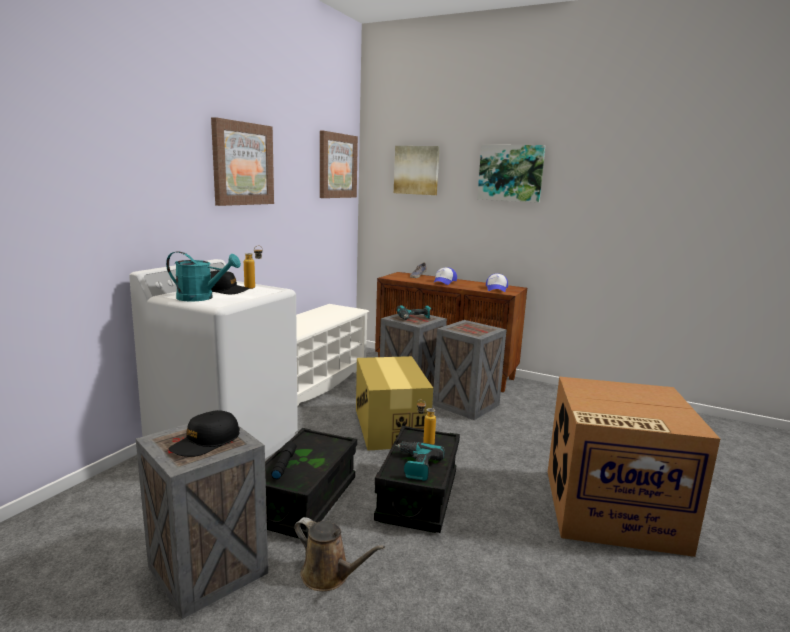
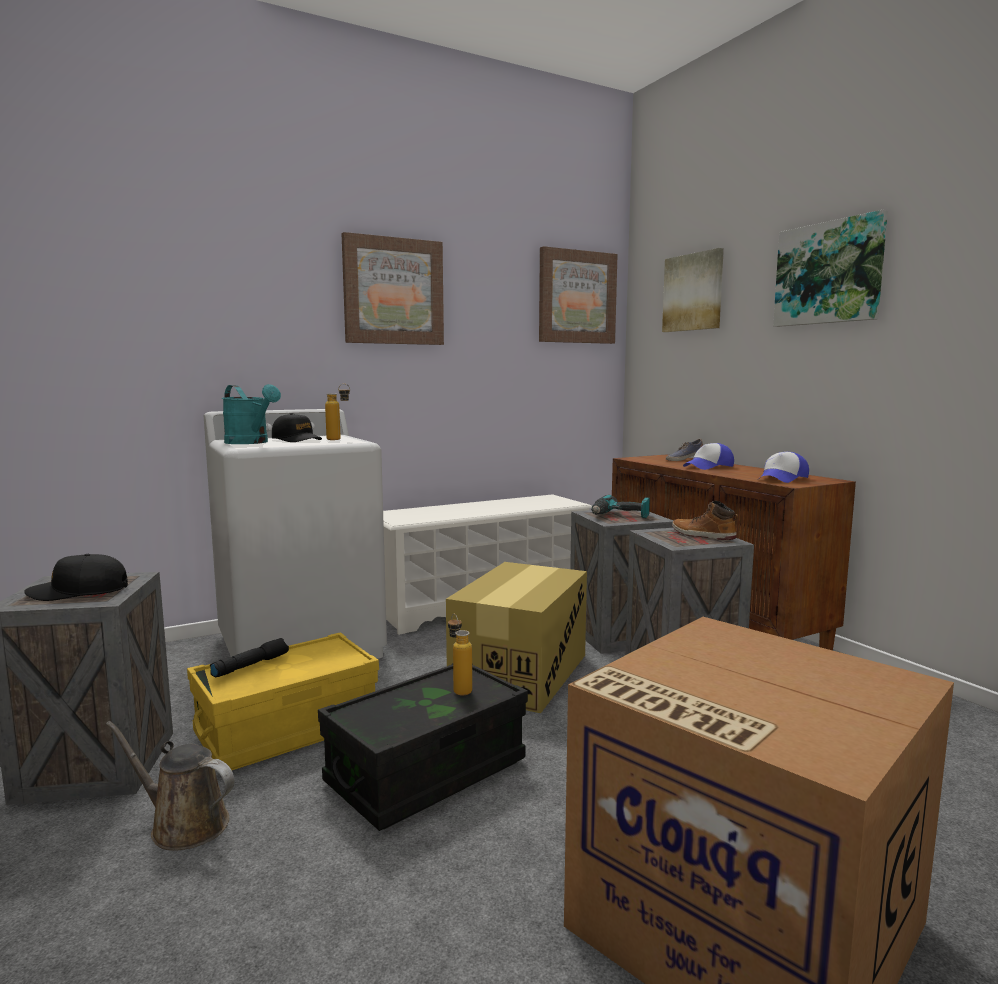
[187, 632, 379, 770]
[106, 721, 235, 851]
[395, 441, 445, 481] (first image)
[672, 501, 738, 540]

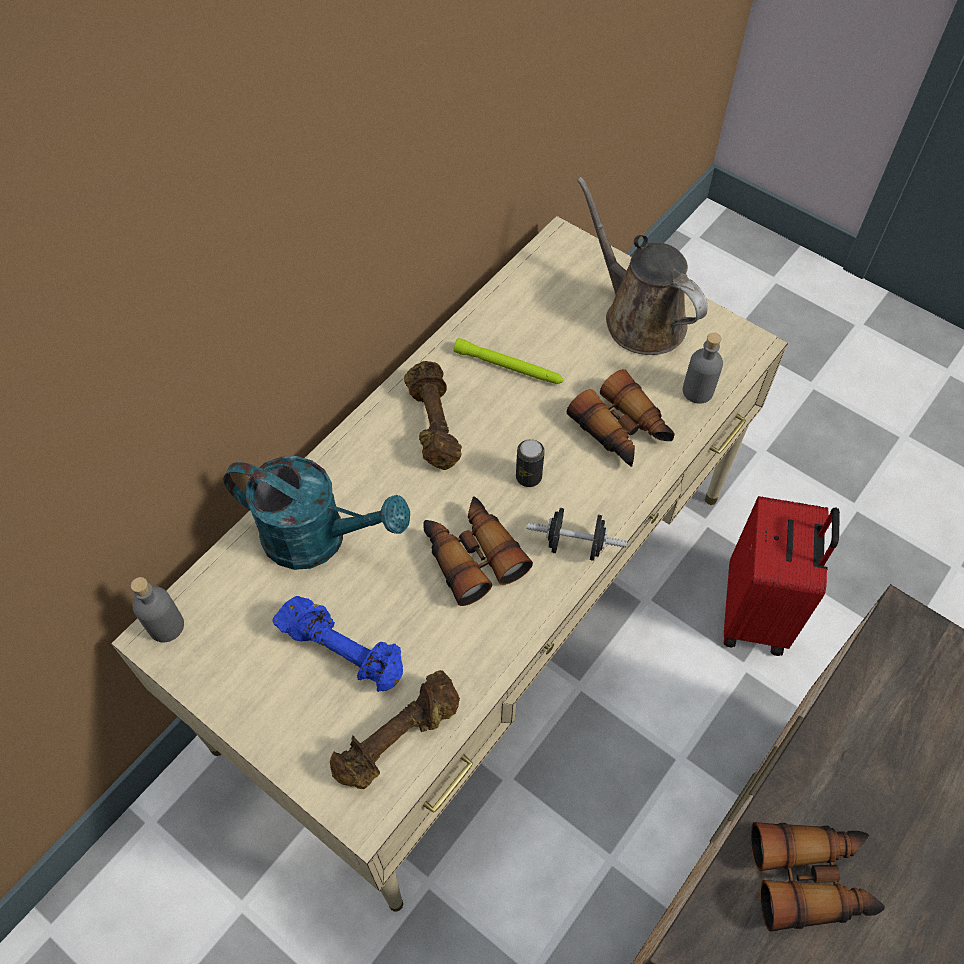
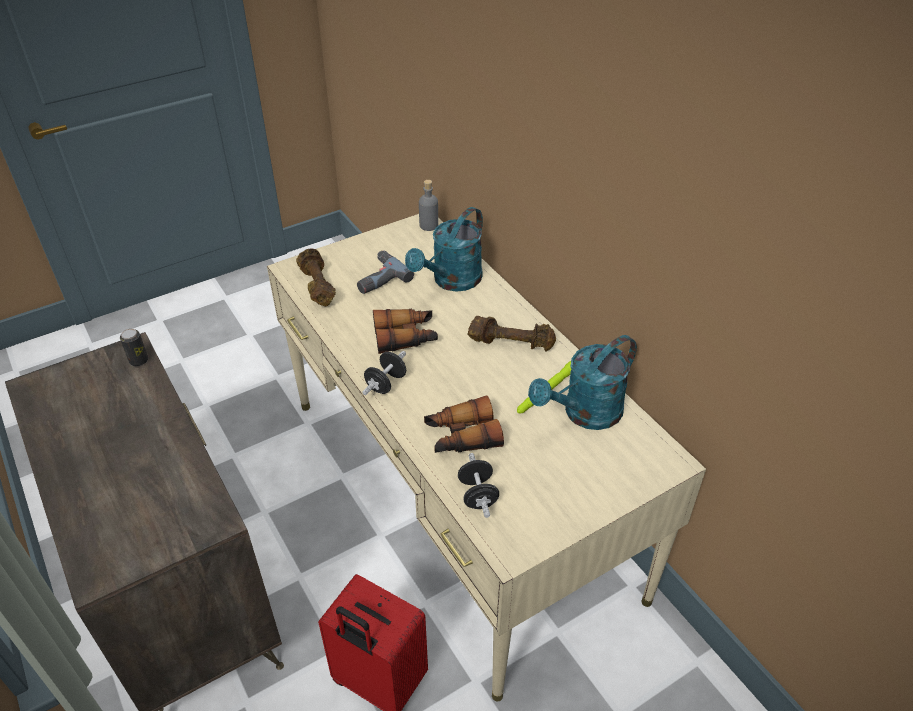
[357, 250, 414, 294]
[120, 329, 148, 366]
[577, 176, 707, 355] (first image)
[458, 453, 499, 518]
[751, 822, 885, 932] (first image)
[528, 335, 637, 430]

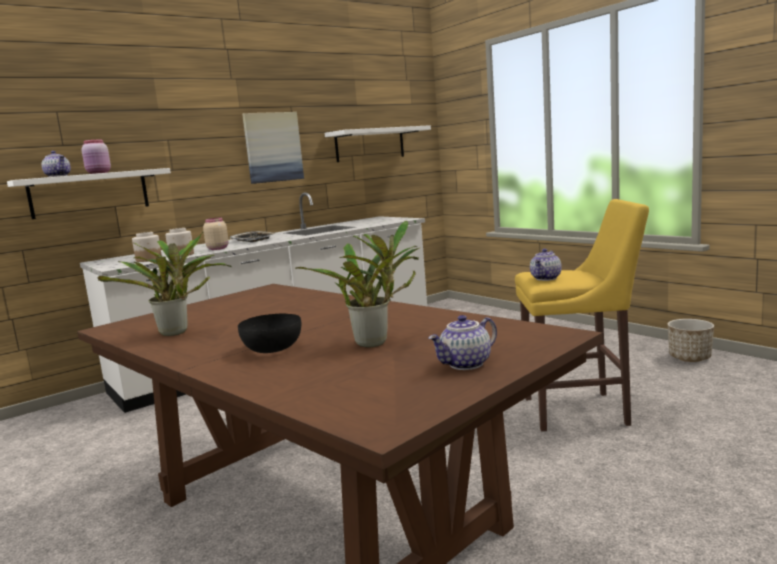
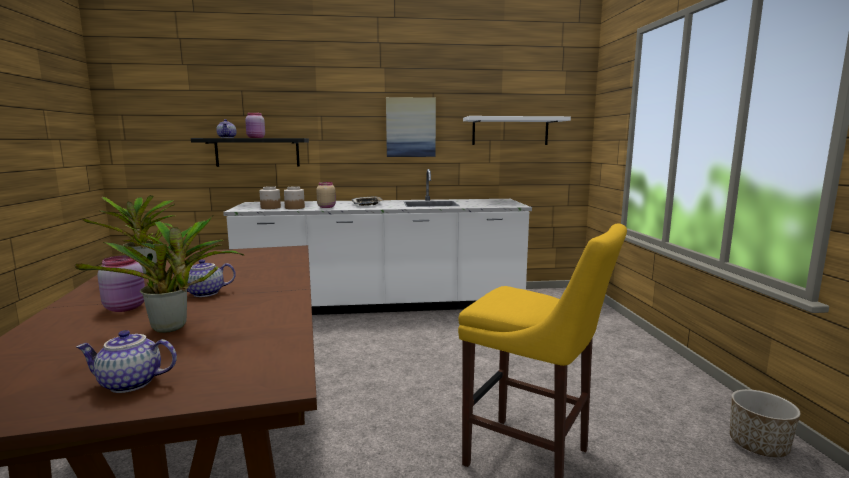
[191, 138, 309, 167]
[97, 255, 145, 312]
[173, 259, 236, 297]

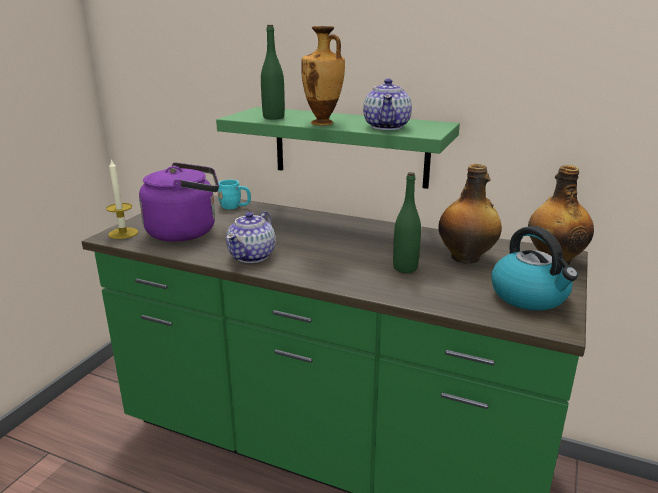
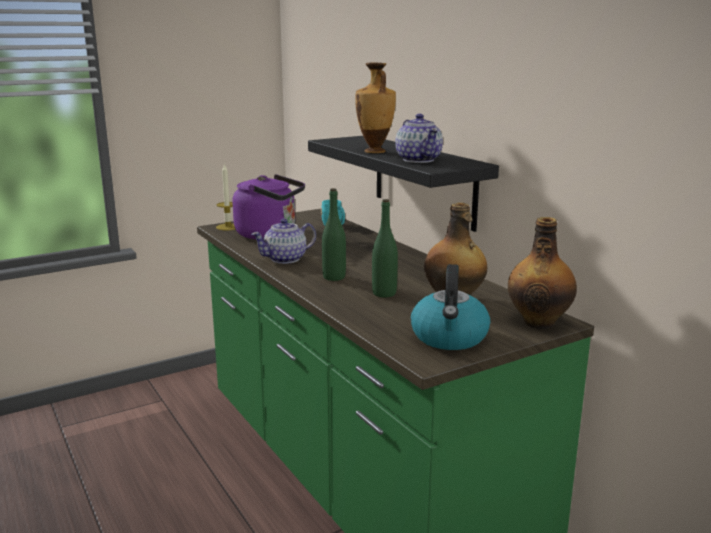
[308, 136, 499, 232]
[322, 188, 346, 281]
[395, 114, 443, 163]

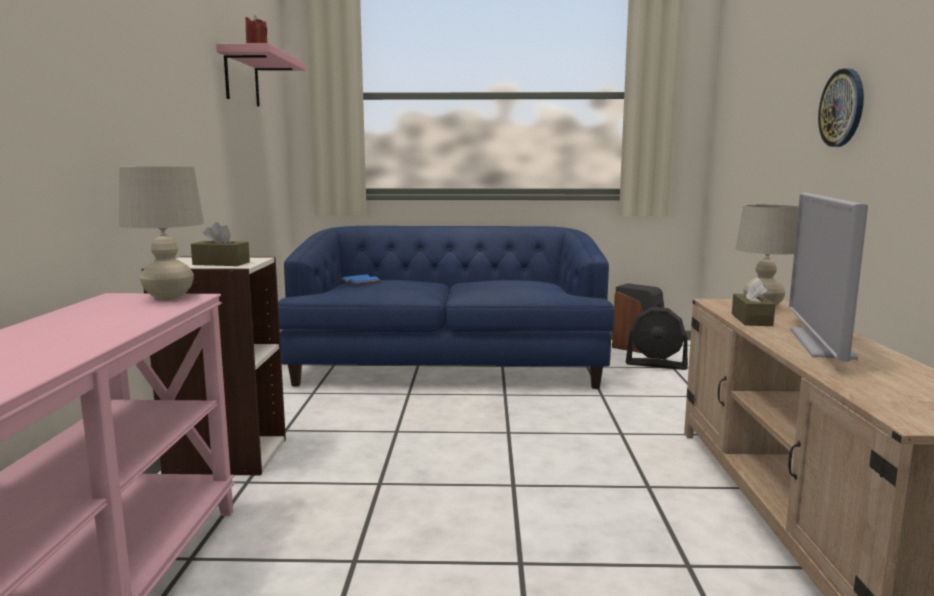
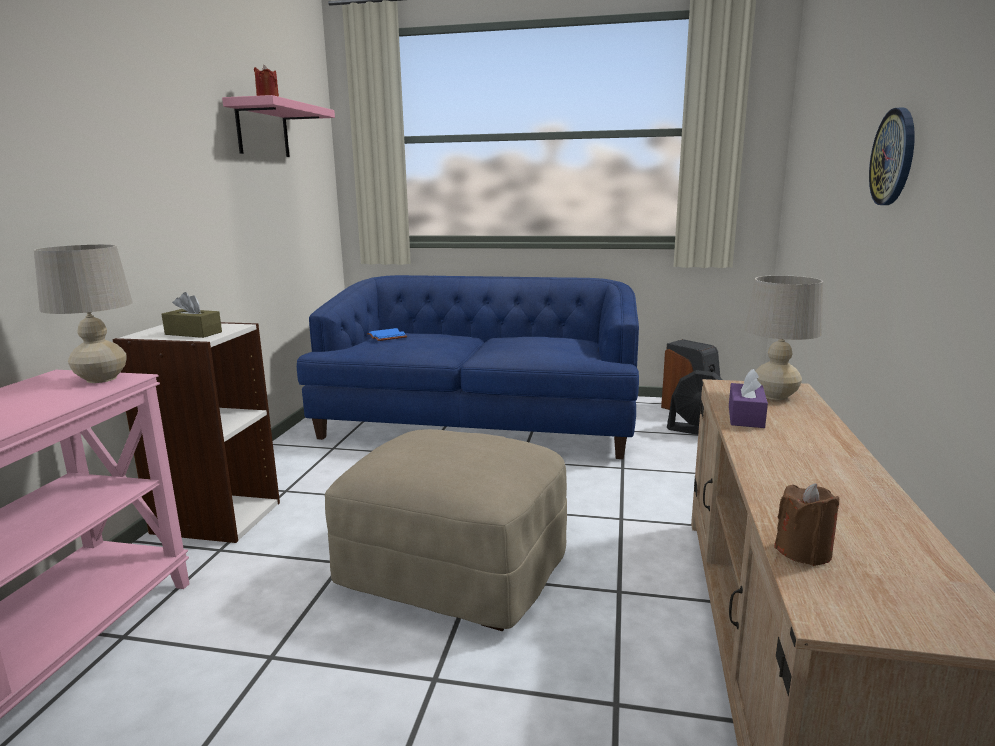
[729, 369, 768, 428]
[789, 193, 868, 362] (first image)
[325, 429, 567, 631]
[774, 483, 840, 566]

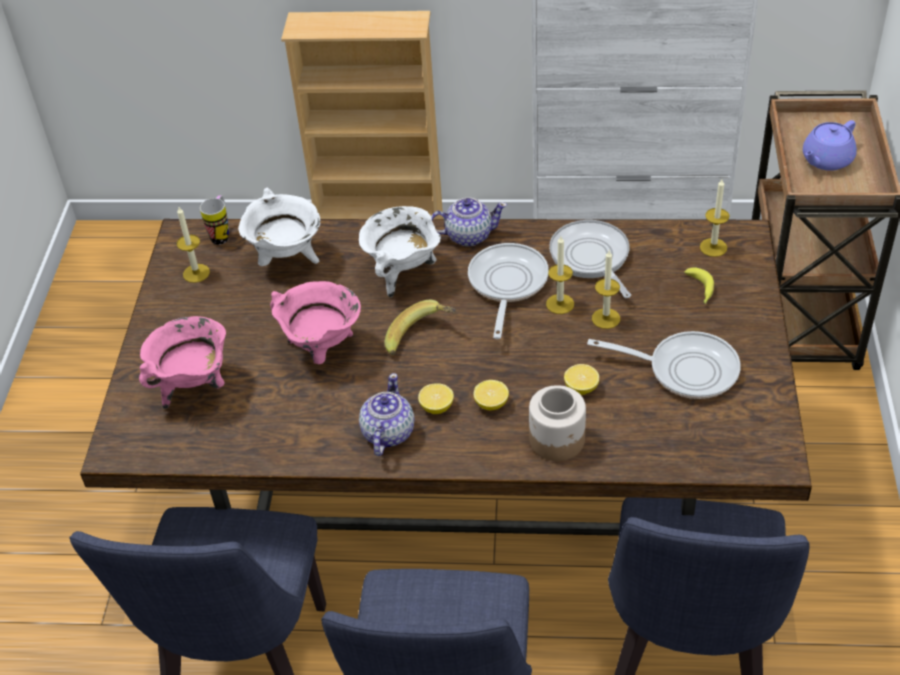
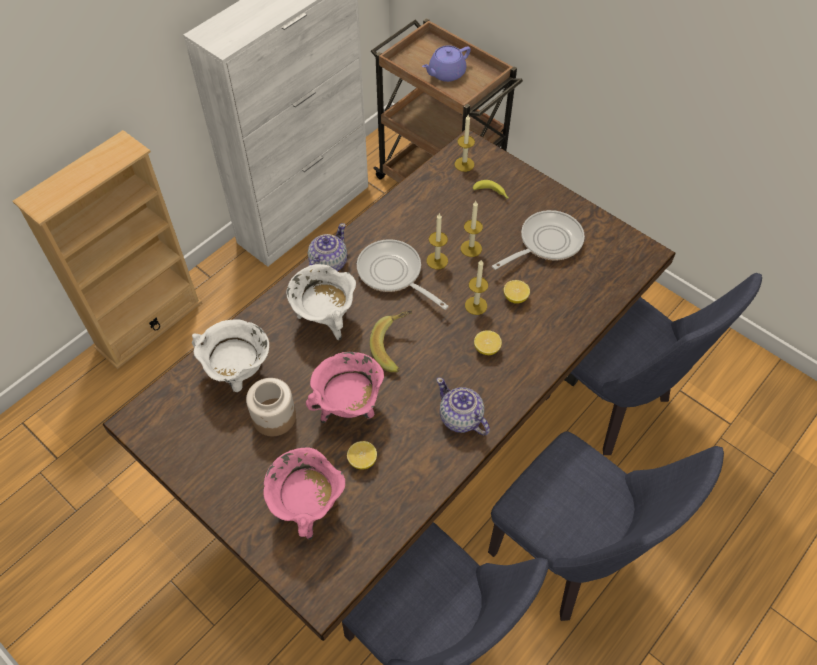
[465, 259, 488, 315]
[200, 195, 229, 245] (first image)
[347, 441, 377, 469]
[246, 378, 296, 436]
[549, 220, 631, 298] (first image)
[422, 45, 471, 82]

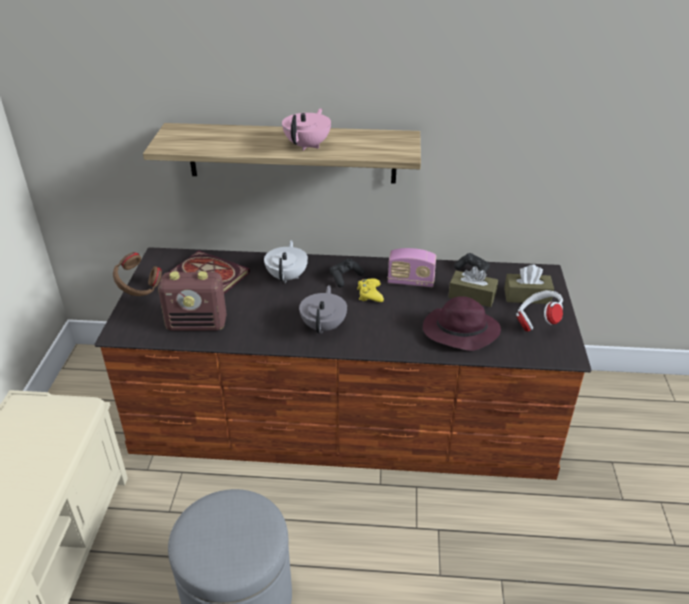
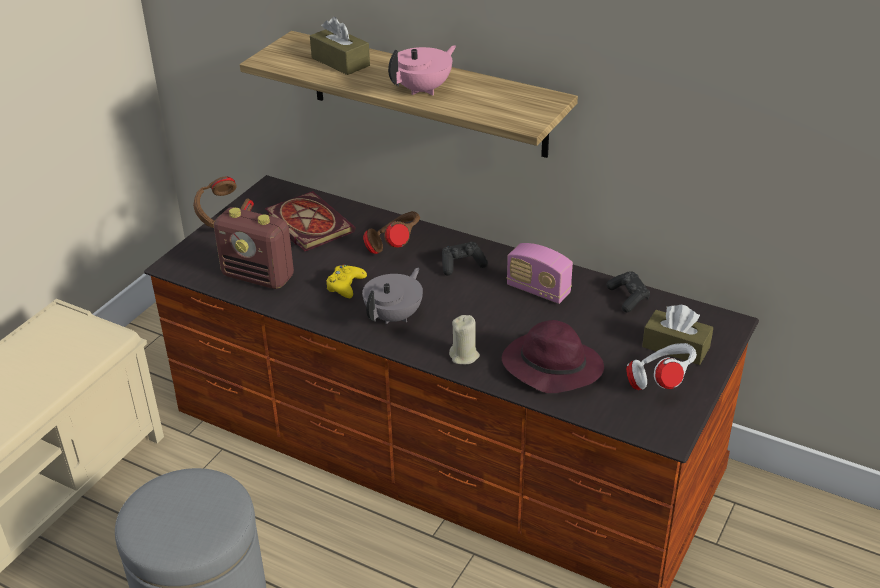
[363, 211, 420, 254]
[326, 264, 367, 298]
[310, 17, 370, 75]
[449, 315, 480, 364]

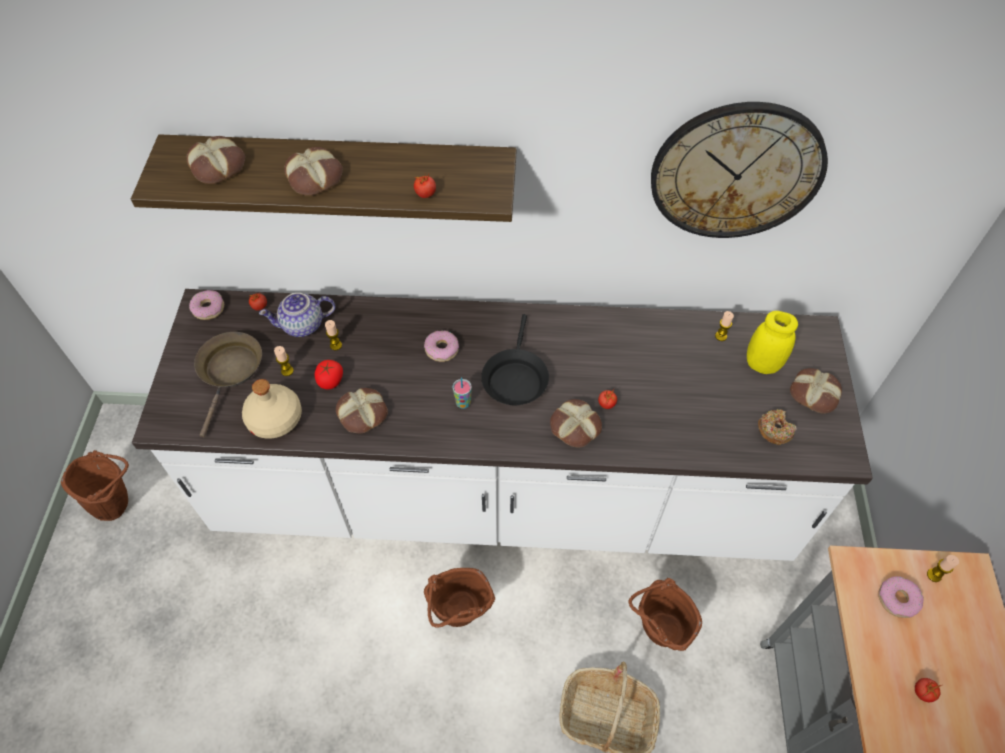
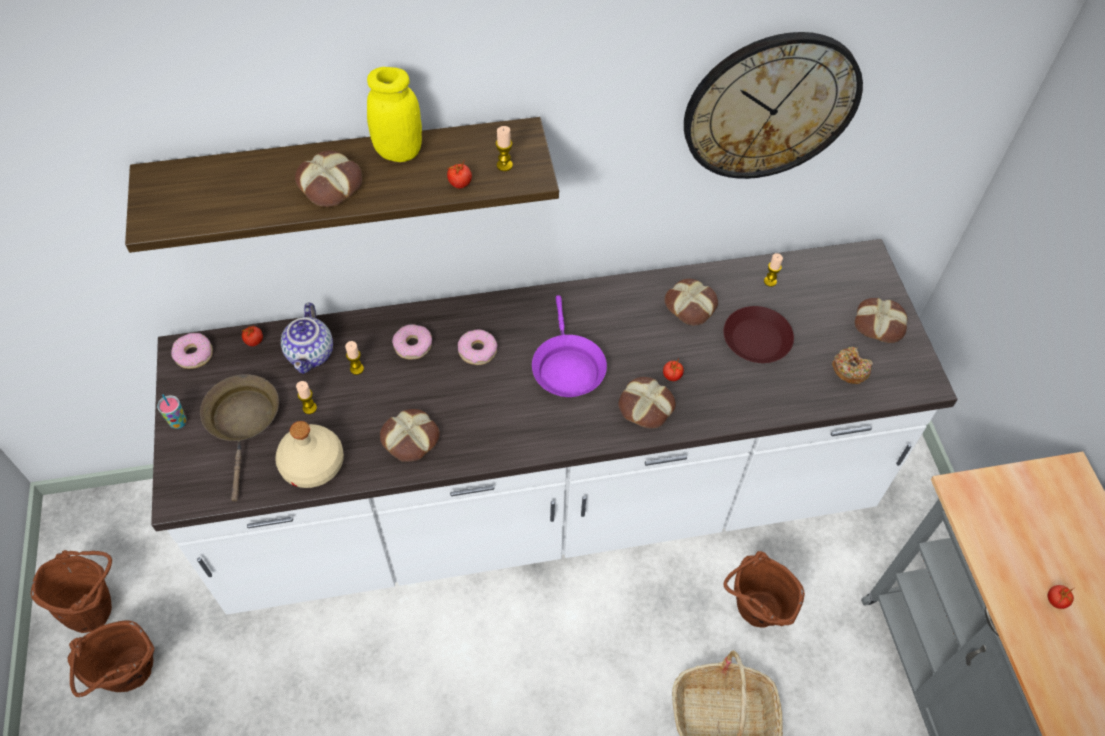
[665, 279, 718, 325]
[281, 303, 333, 374]
[315, 360, 343, 389] (first image)
[68, 620, 154, 697]
[157, 394, 187, 429]
[532, 295, 607, 397]
[367, 67, 422, 162]
[392, 324, 432, 360]
[496, 126, 513, 171]
[724, 306, 794, 363]

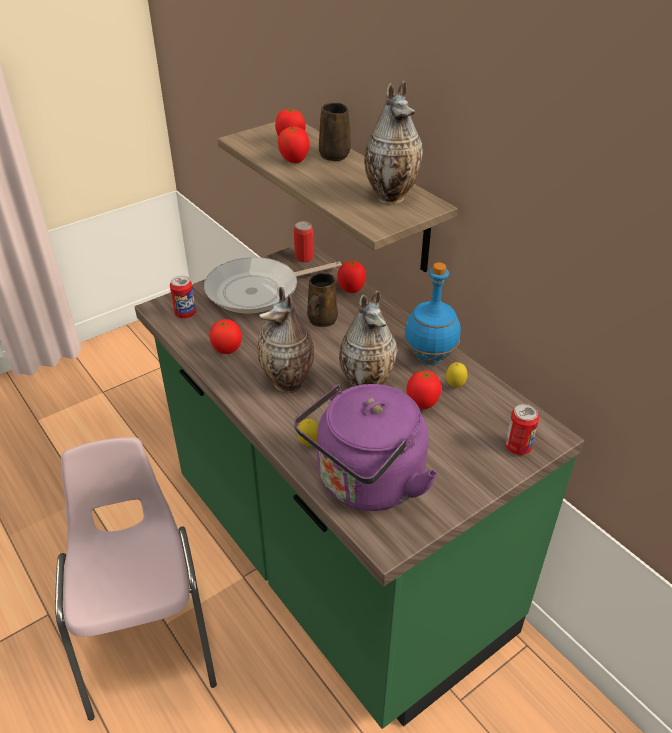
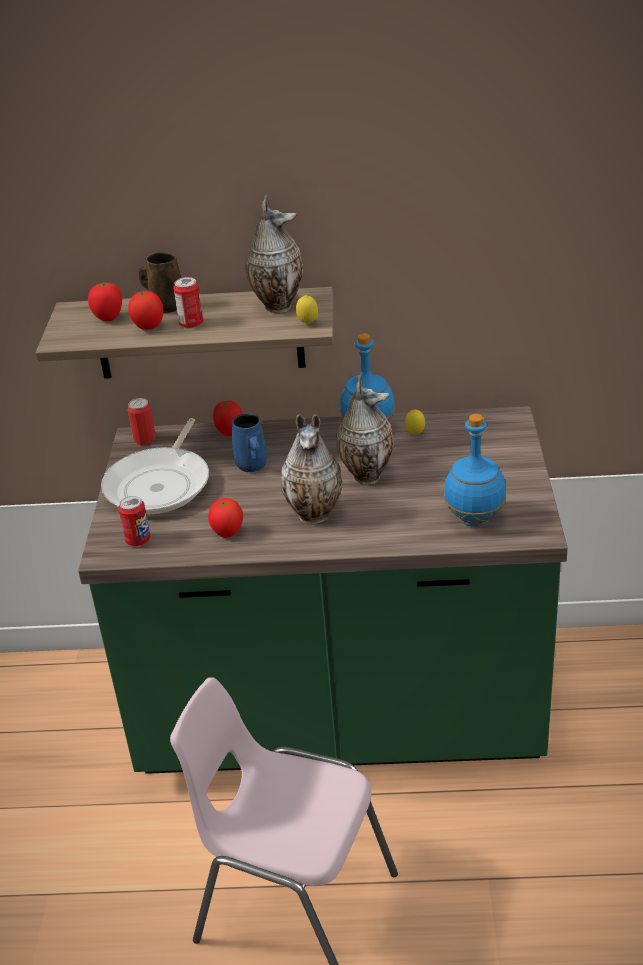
[444, 414, 506, 527]
[296, 295, 318, 324]
[232, 414, 267, 472]
[406, 370, 442, 409] (first image)
[173, 277, 203, 329]

